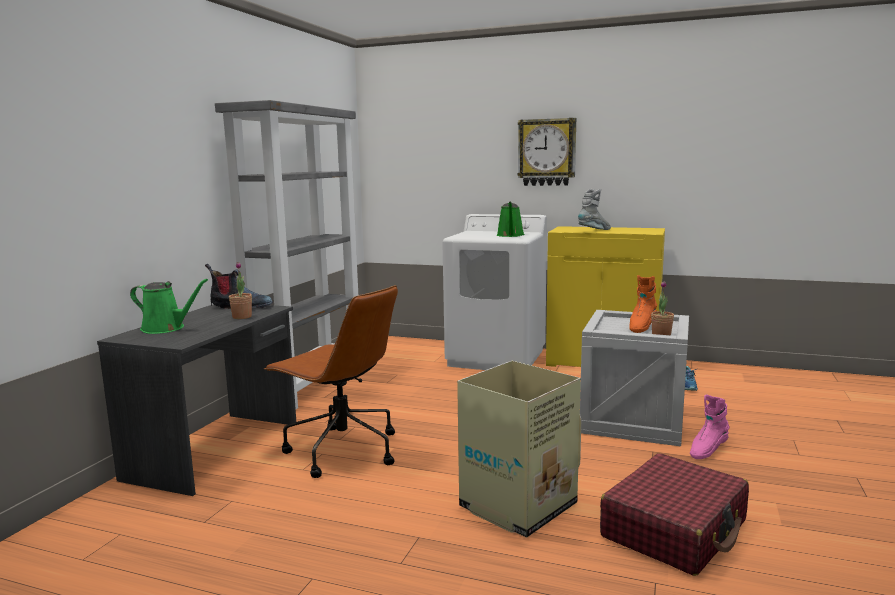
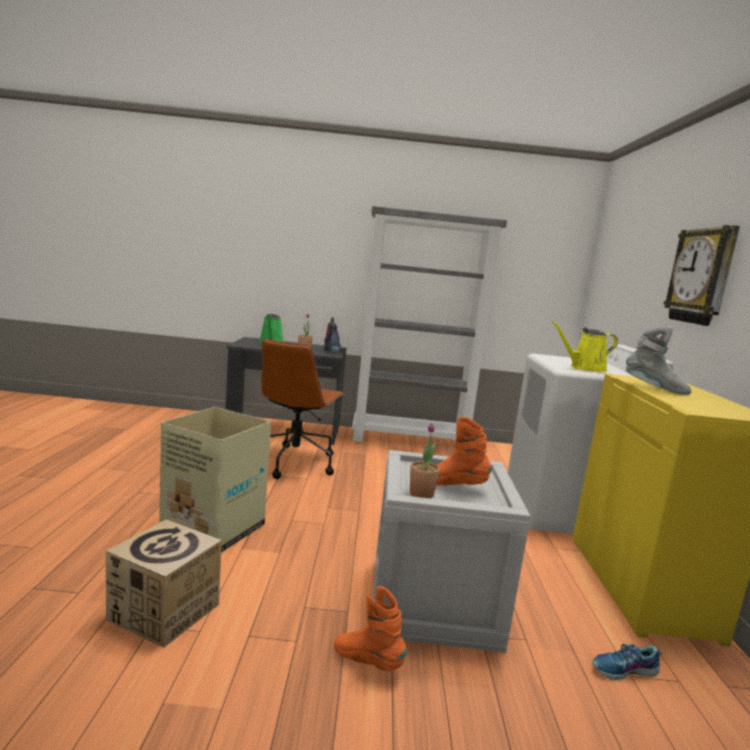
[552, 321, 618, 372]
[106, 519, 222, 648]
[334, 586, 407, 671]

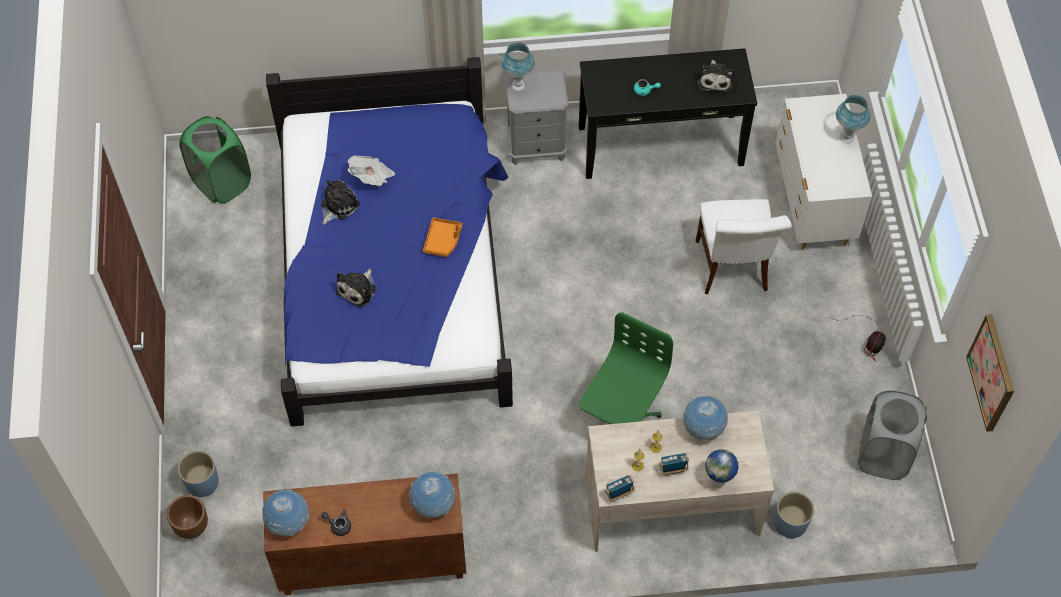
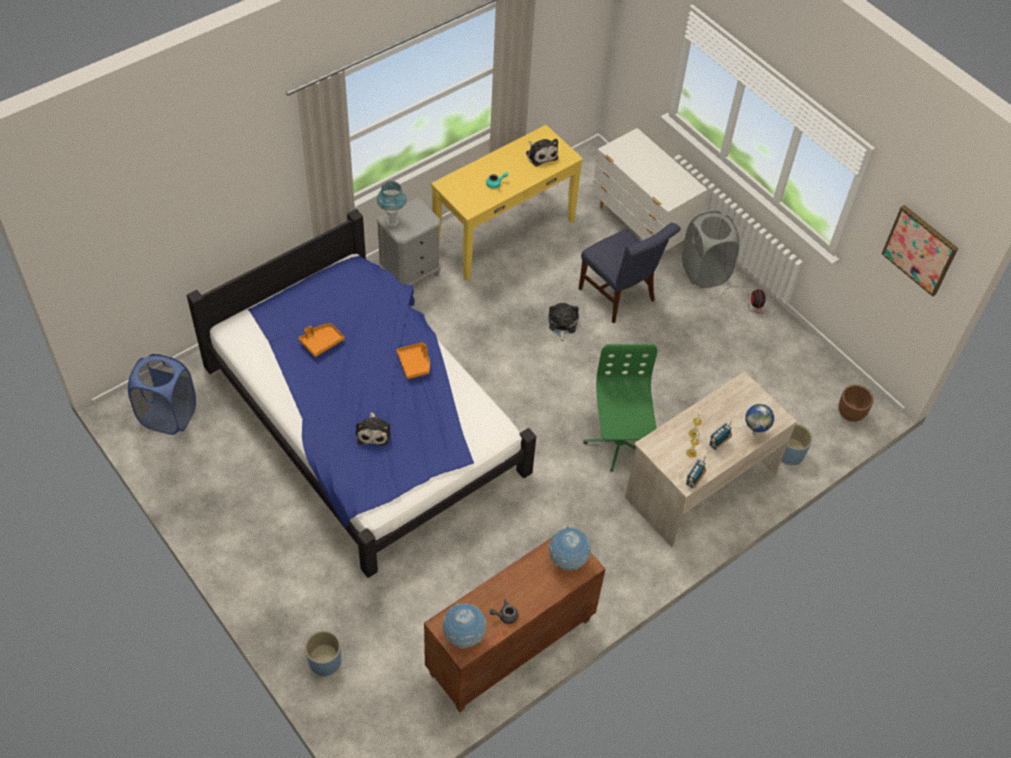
[838, 385, 874, 422]
[128, 354, 196, 435]
[548, 303, 579, 342]
[299, 323, 344, 357]
[431, 125, 583, 281]
[683, 396, 728, 441] (first image)
[578, 223, 681, 323]
[836, 95, 870, 144] (first image)
[682, 211, 740, 288]

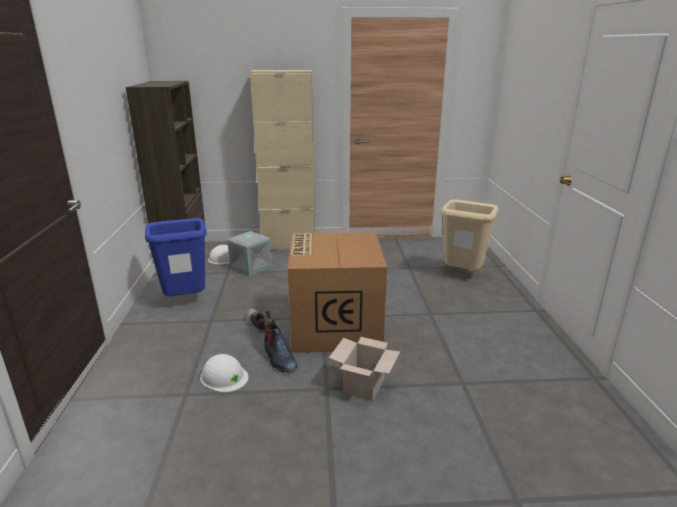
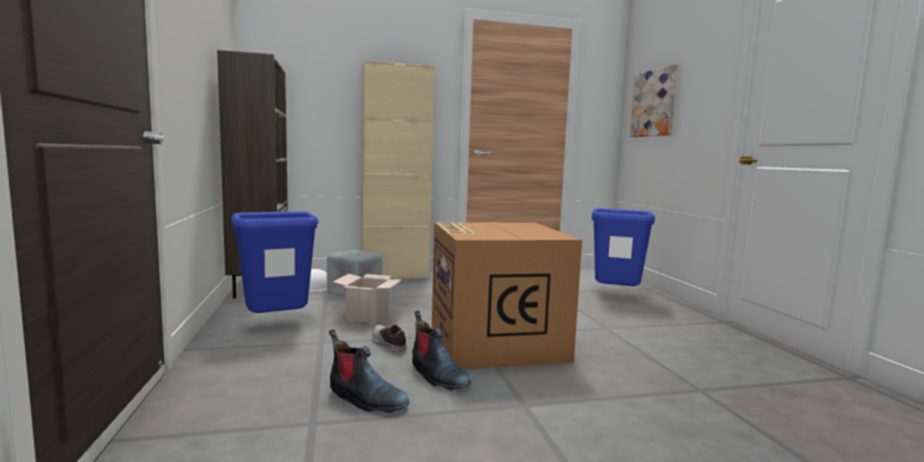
[329, 329, 409, 413]
[333, 274, 403, 324]
[592, 208, 655, 286]
[630, 64, 677, 137]

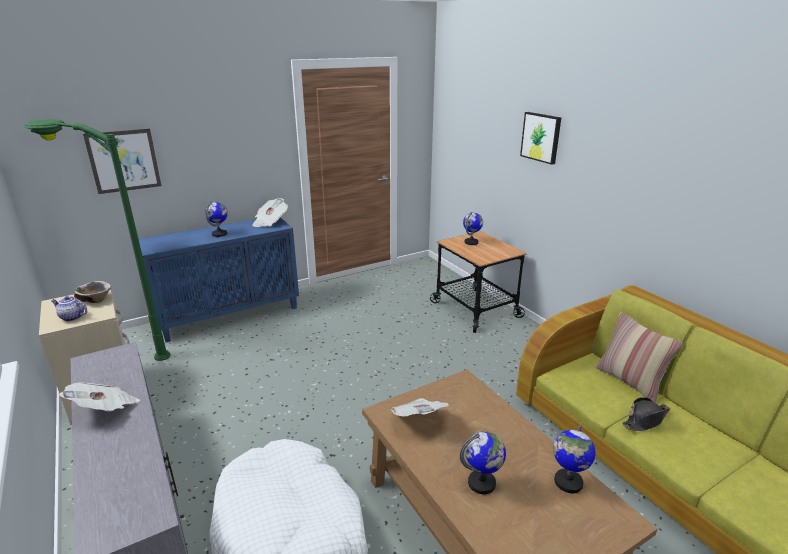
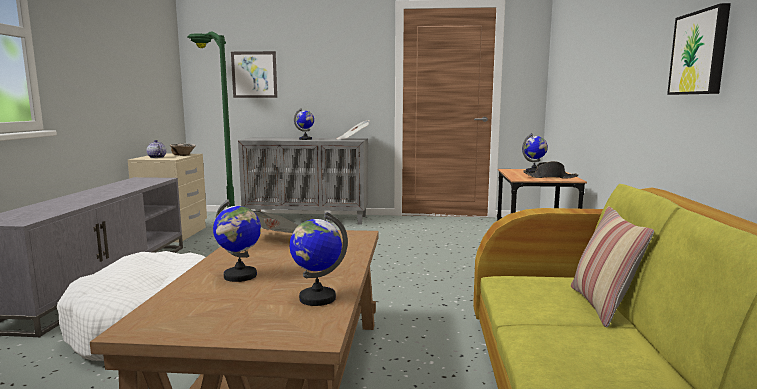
[59, 382, 140, 411] (first image)
[238, 137, 368, 225]
[667, 3, 731, 95]
[523, 161, 578, 179]

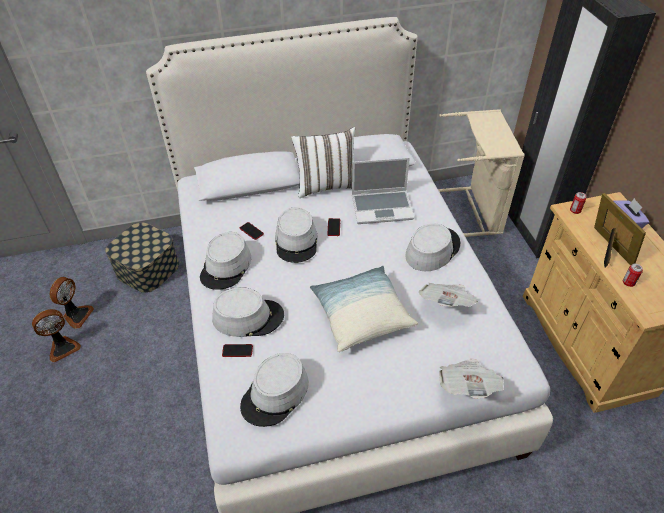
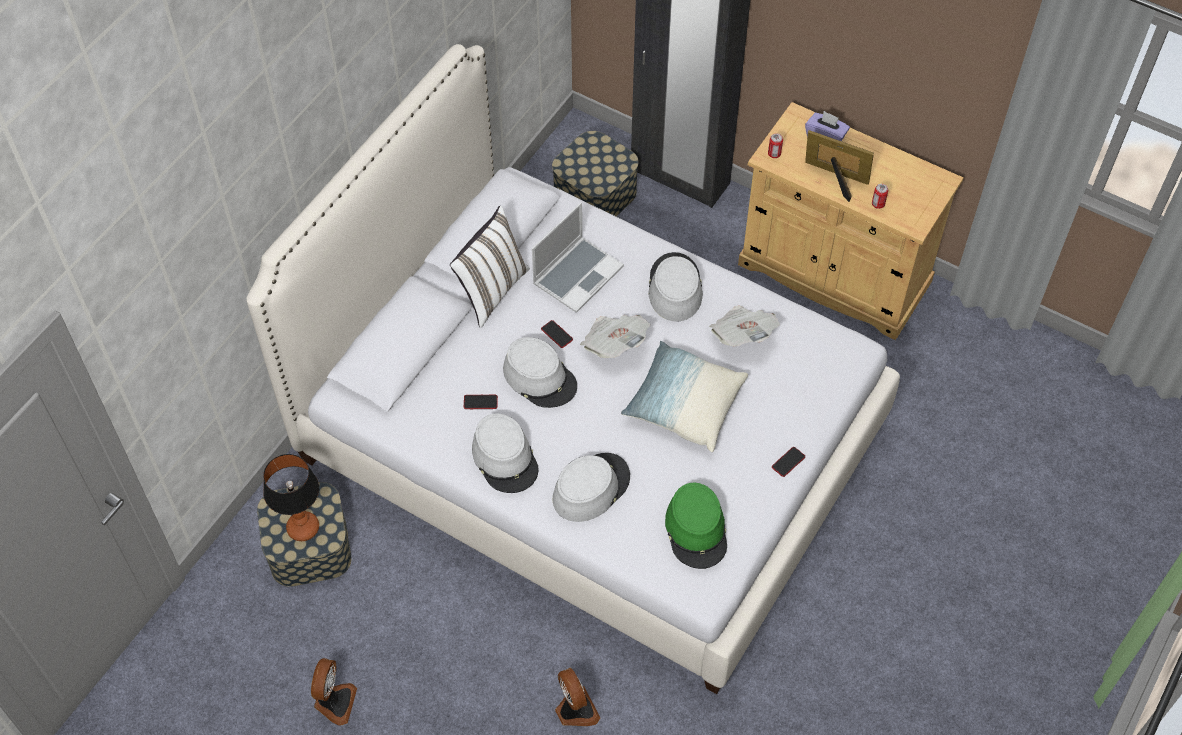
[555, 668, 600, 726]
[772, 447, 805, 477]
[665, 483, 727, 569]
[552, 131, 639, 216]
[580, 315, 651, 358]
[263, 454, 319, 541]

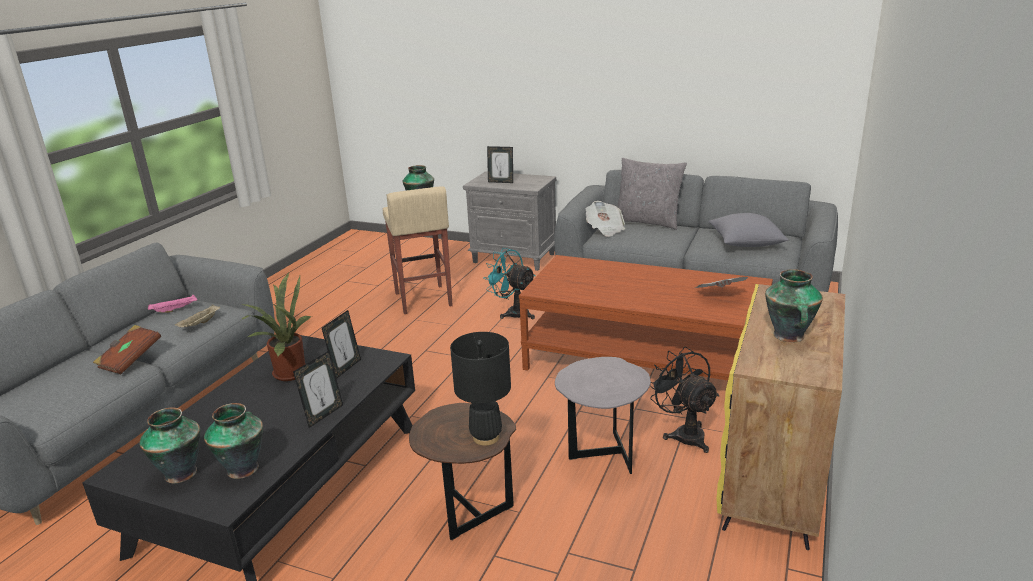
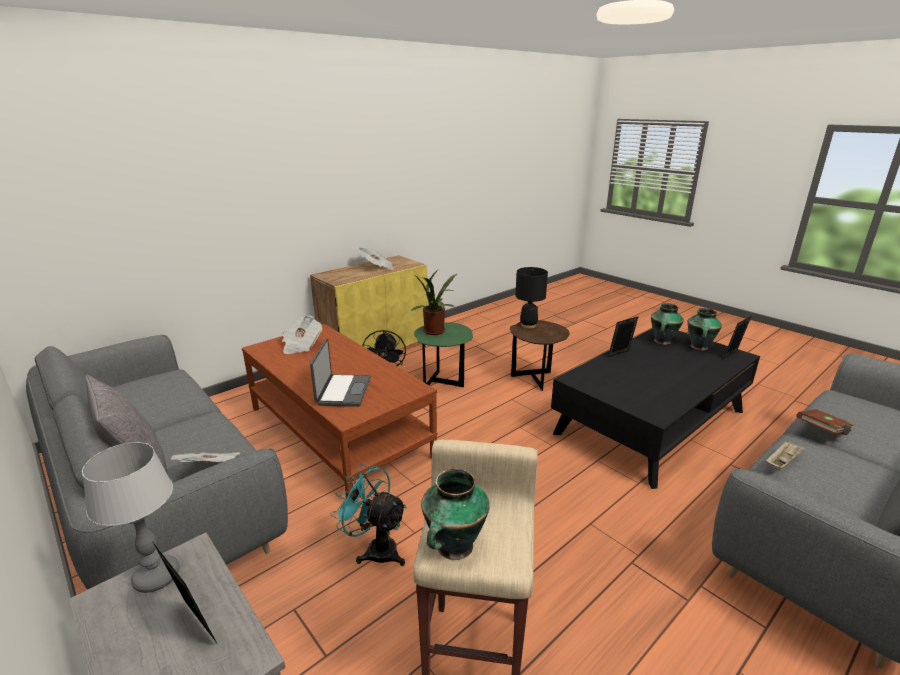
[148, 294, 197, 313] (first image)
[410, 270, 457, 335]
[723, 316, 751, 359]
[331, 464, 407, 566]
[414, 322, 473, 387]
[708, 213, 789, 247] (first image)
[359, 248, 394, 270]
[82, 442, 179, 593]
[310, 339, 371, 407]

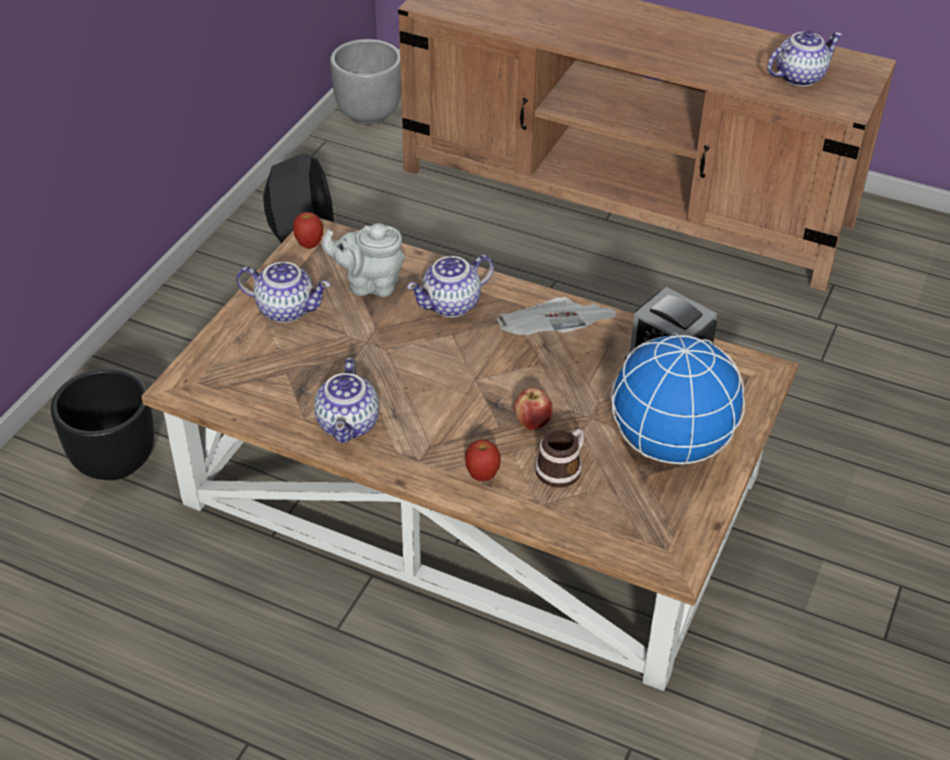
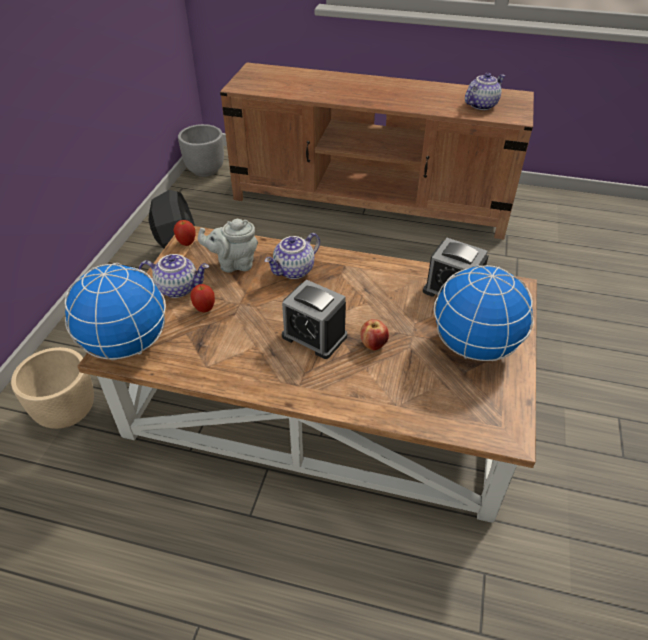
[11, 347, 94, 429]
[314, 358, 379, 443] (first image)
[191, 284, 215, 312]
[497, 297, 617, 335] (first image)
[535, 429, 585, 488] (first image)
[65, 263, 166, 360]
[282, 279, 347, 359]

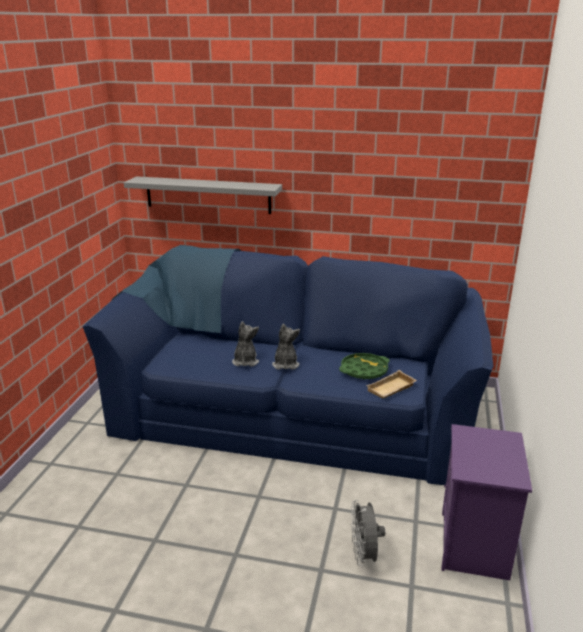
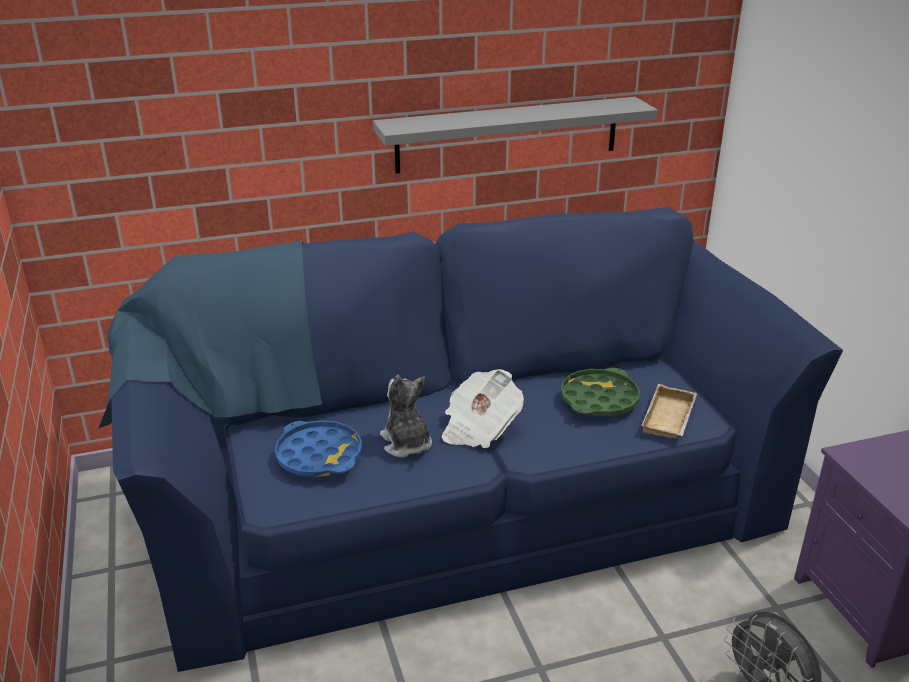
[373, 97, 658, 174]
[441, 369, 524, 448]
[275, 420, 362, 477]

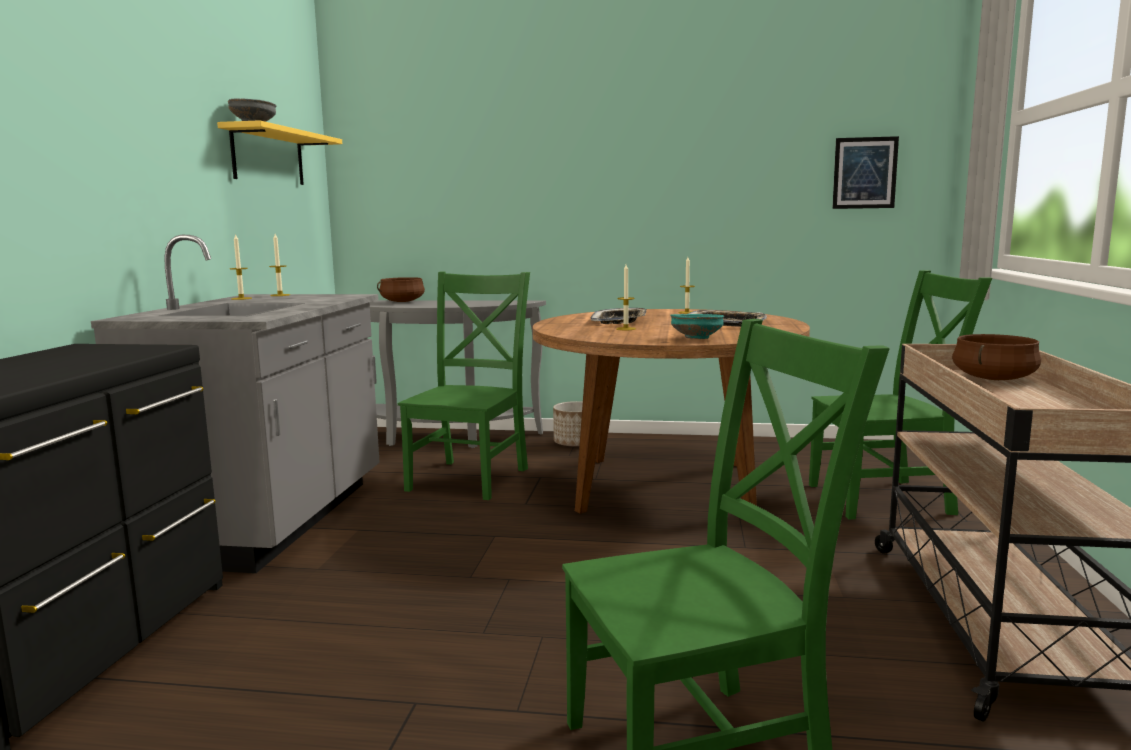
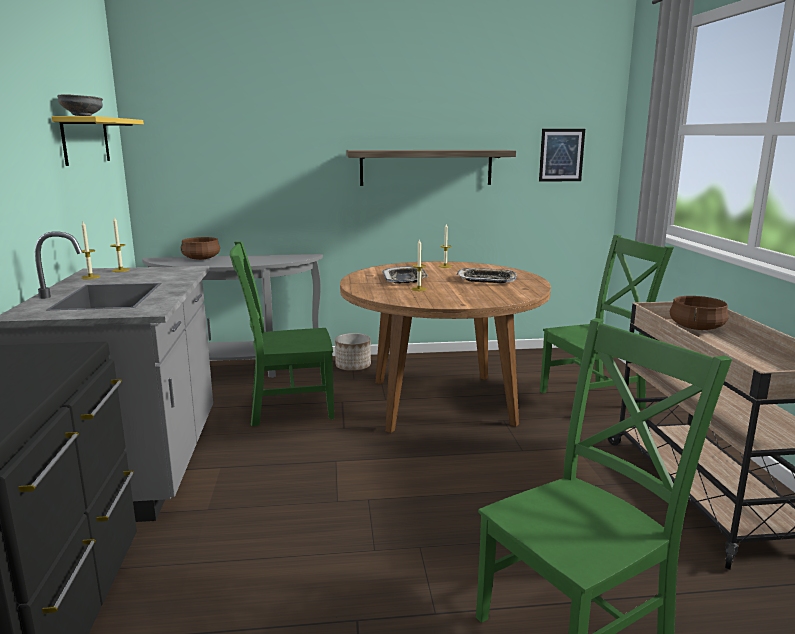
[230, 241, 334, 426]
[670, 314, 724, 339] (first image)
[346, 150, 516, 186]

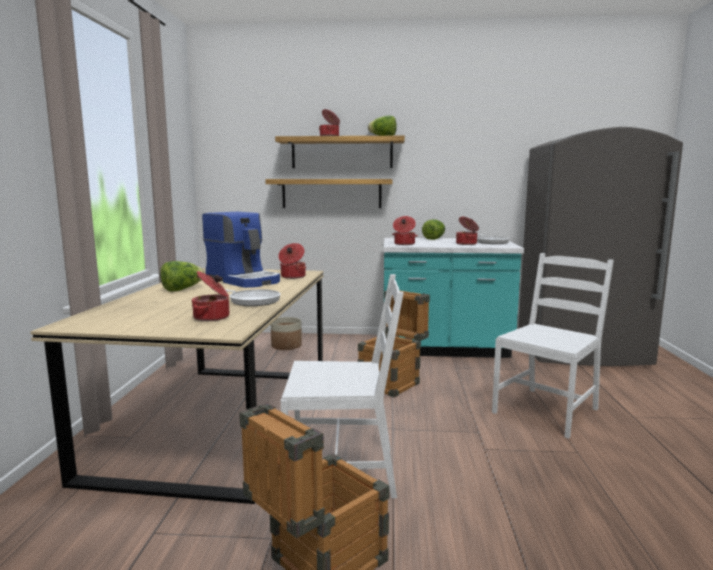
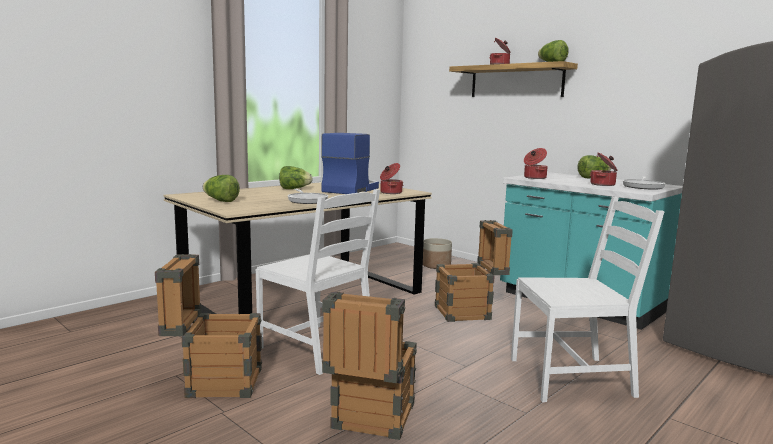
[192, 271, 229, 321] (first image)
[321, 133, 379, 194]
[265, 179, 392, 208] (first image)
[203, 175, 240, 202]
[322, 292, 417, 440]

